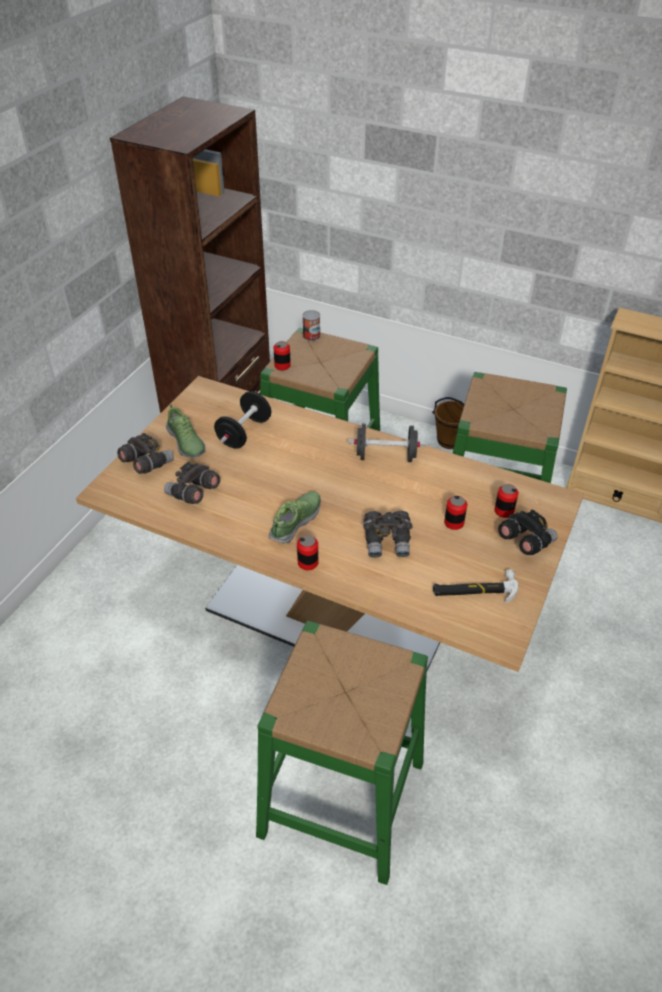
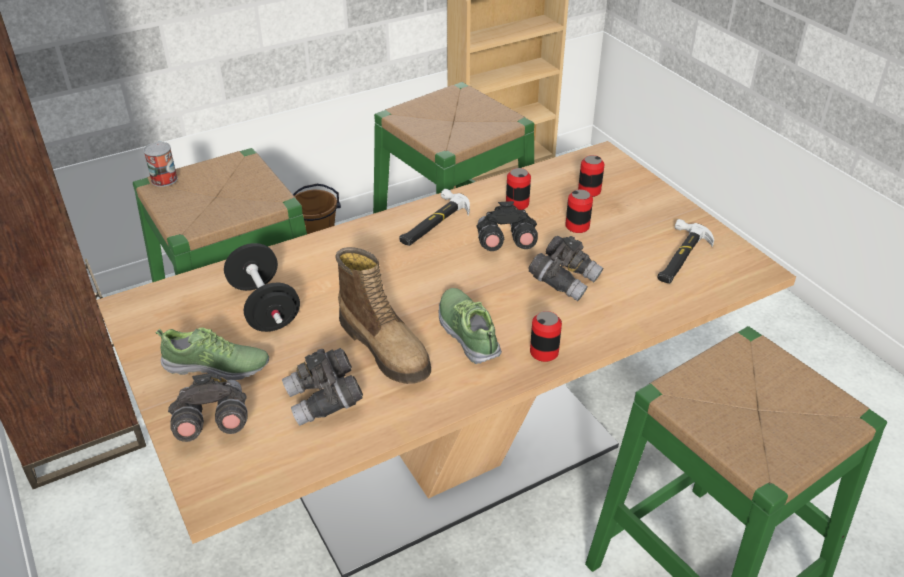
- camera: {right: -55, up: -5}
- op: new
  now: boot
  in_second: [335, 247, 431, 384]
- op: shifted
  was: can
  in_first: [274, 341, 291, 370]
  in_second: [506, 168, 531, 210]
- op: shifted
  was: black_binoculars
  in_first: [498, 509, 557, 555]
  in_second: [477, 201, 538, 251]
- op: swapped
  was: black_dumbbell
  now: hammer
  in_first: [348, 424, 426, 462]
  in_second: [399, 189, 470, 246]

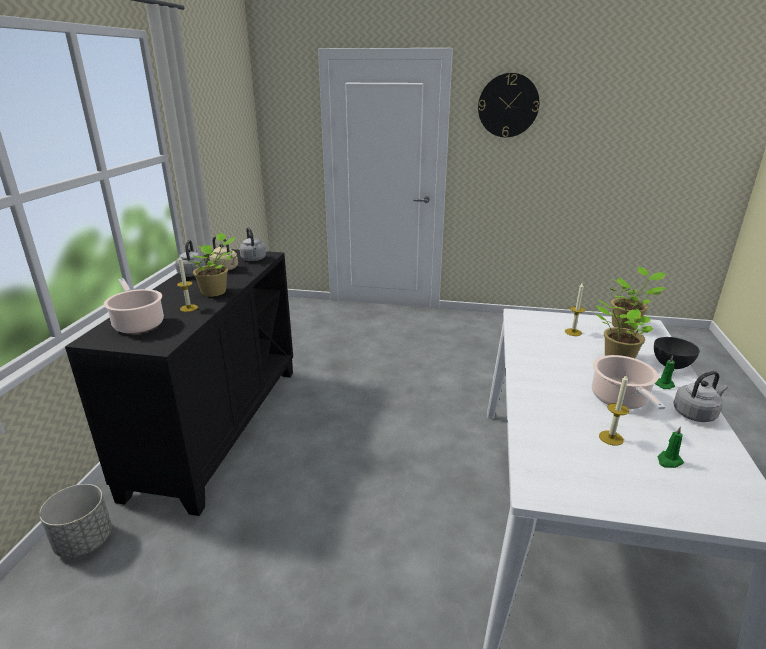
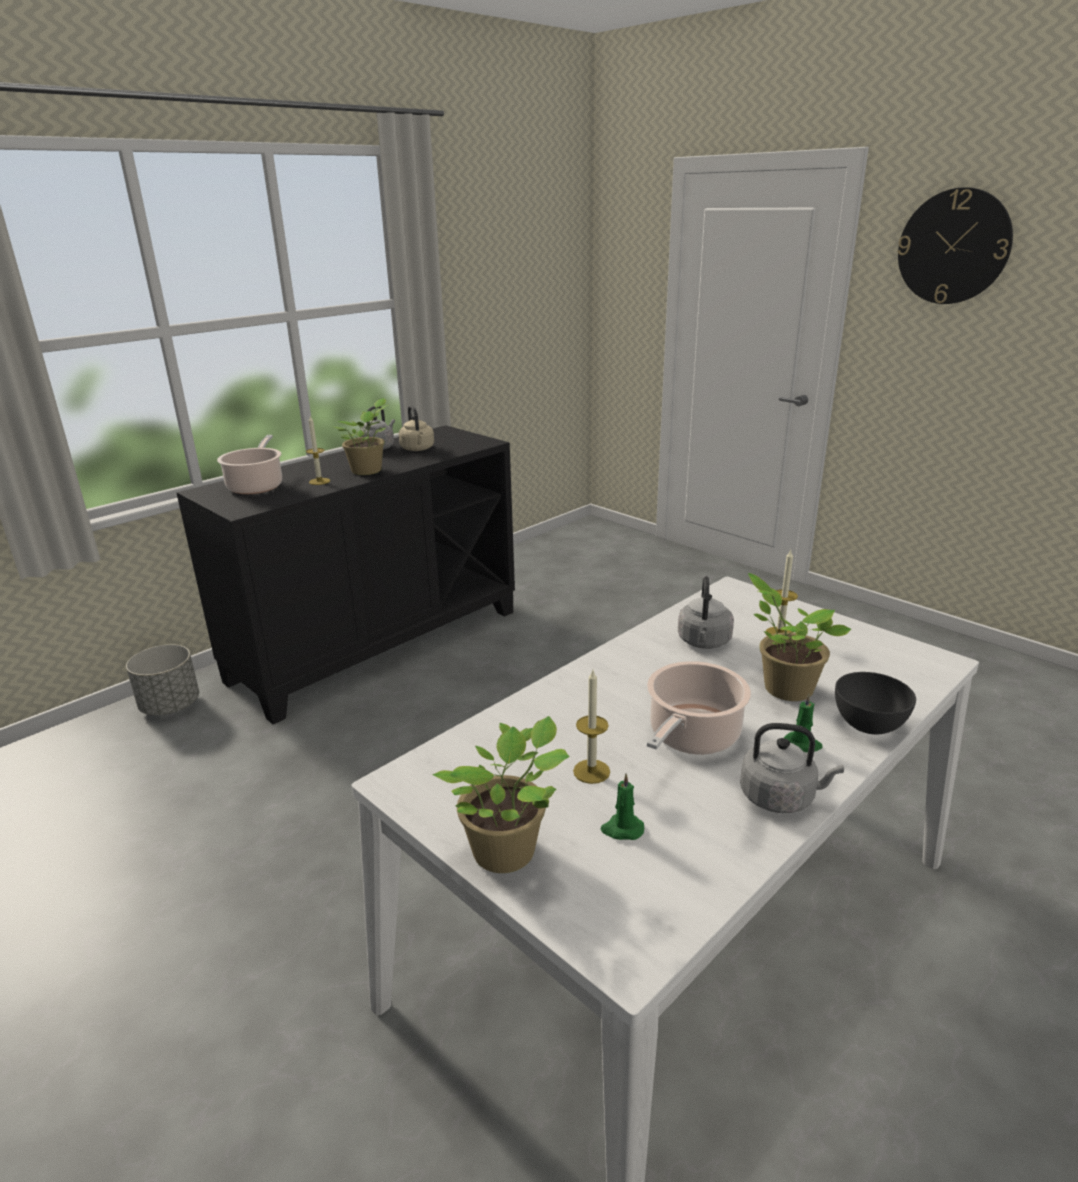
- camera: {right: 35, up: 0}
- op: shifted
  was: grey_kettle
  in_first: [239, 227, 266, 261]
  in_second: [678, 576, 734, 649]
- op: shifted
  was: potted_plant
  in_first: [611, 267, 666, 330]
  in_second: [433, 716, 569, 873]

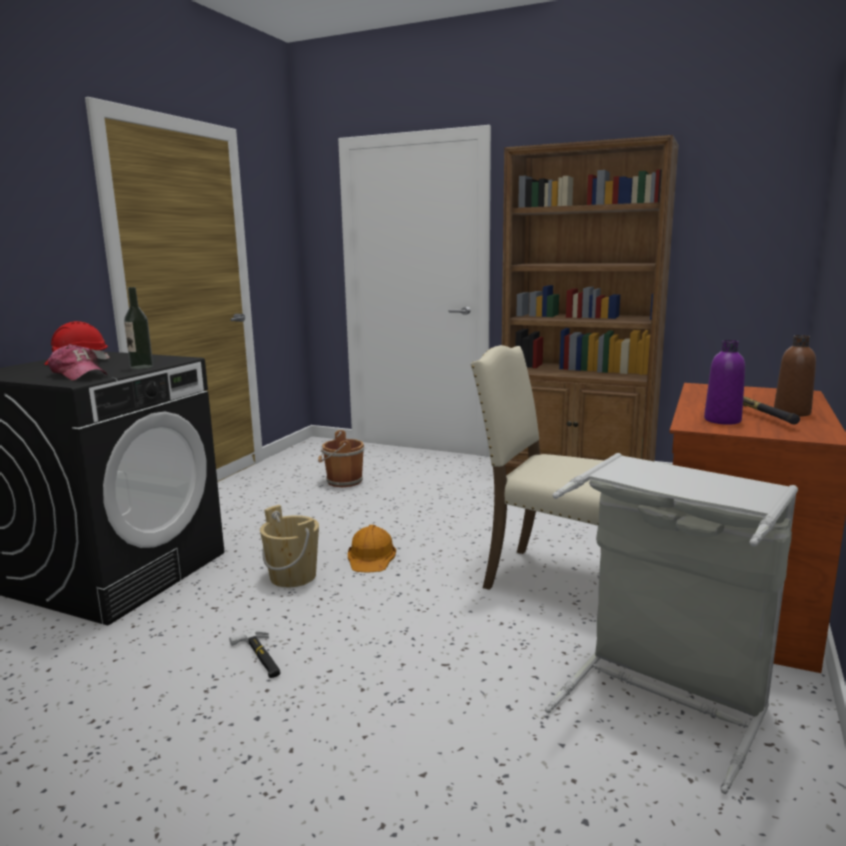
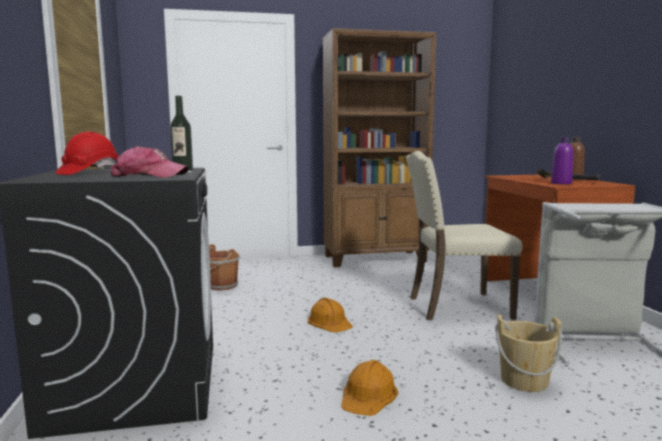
- camera: {right: -35, up: -5}
- op: shifted
  was: beige_bucket
  in_first: [260, 505, 319, 587]
  in_second: [495, 314, 562, 392]
- op: swapped
  was: hammer
  now: orange_hard_hat
  in_first: [230, 629, 280, 678]
  in_second: [341, 360, 398, 416]

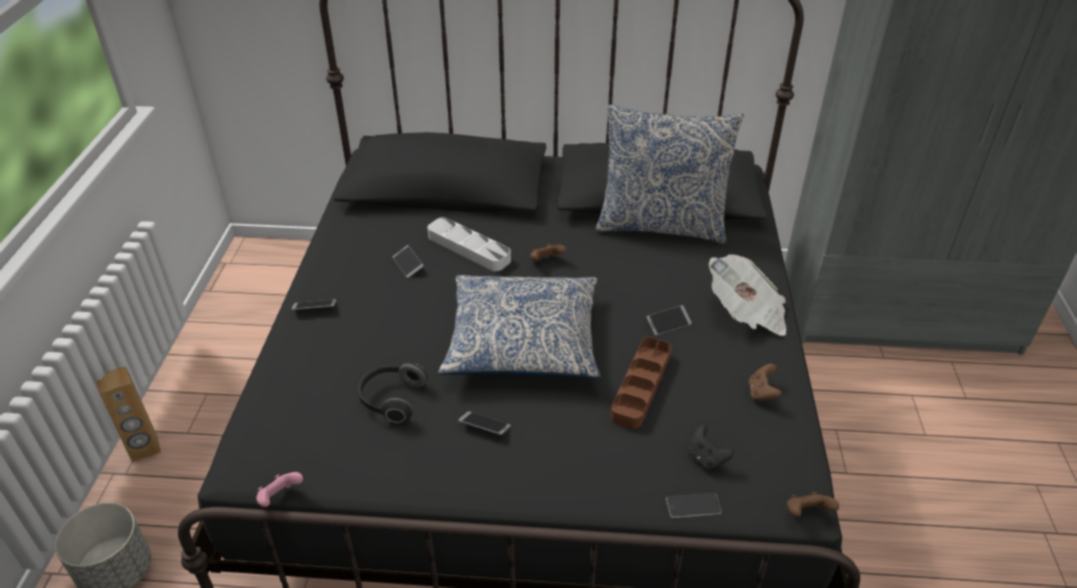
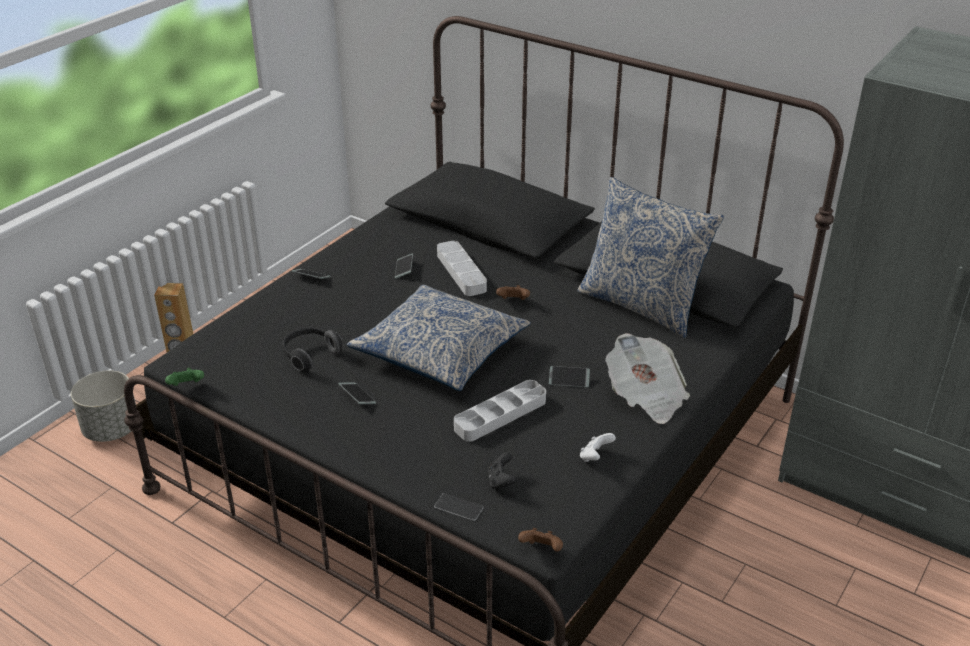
- camera: {right: 30, up: -5}
- op: repainted
  was: pink_game_controller
  now: green_game_controller
  in_first: [256, 472, 303, 507]
  in_second: [165, 368, 204, 386]
- op: repainted
  was: brown_tray
  now: grey_tray
  in_first: [611, 337, 671, 429]
  in_second: [454, 380, 546, 442]
- op: repainted
  was: brown_game_controller
  now: white_game_controller
  in_first: [749, 364, 782, 402]
  in_second: [580, 433, 616, 462]

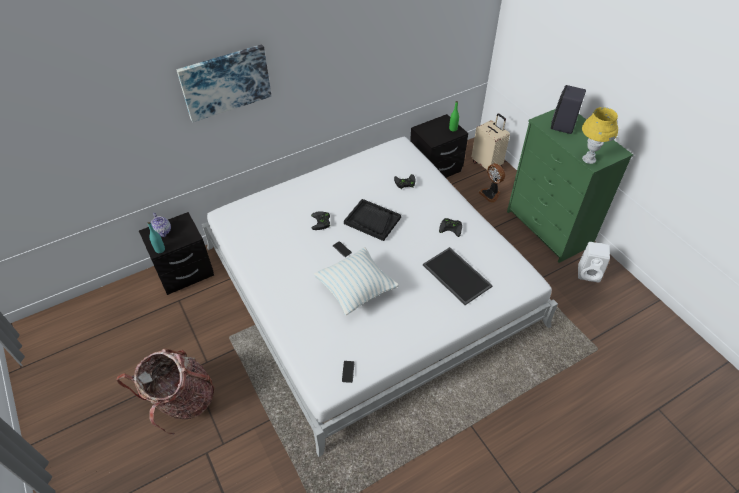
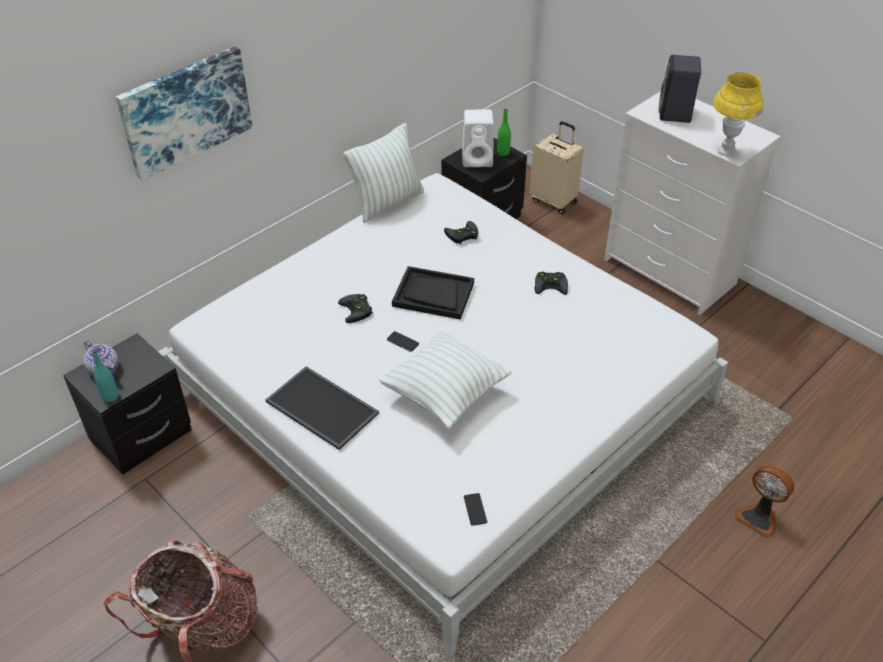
- camera: {right: -15, up: -5}
- op: new
  now: pillow
  in_second: [344, 123, 424, 223]
- op: shifted
  was: tray
  in_first: [423, 247, 493, 305]
  in_second: [265, 366, 379, 450]
- op: shifted
  was: fan
  in_first: [478, 163, 505, 203]
  in_second: [734, 464, 794, 538]
- op: shifted
  was: white_speaker
  in_first: [578, 242, 610, 283]
  in_second: [462, 110, 494, 167]
- op: repainted
  was: green_dresser
  now: white_dresser
  in_first: [507, 109, 633, 263]
  in_second: [604, 91, 781, 315]

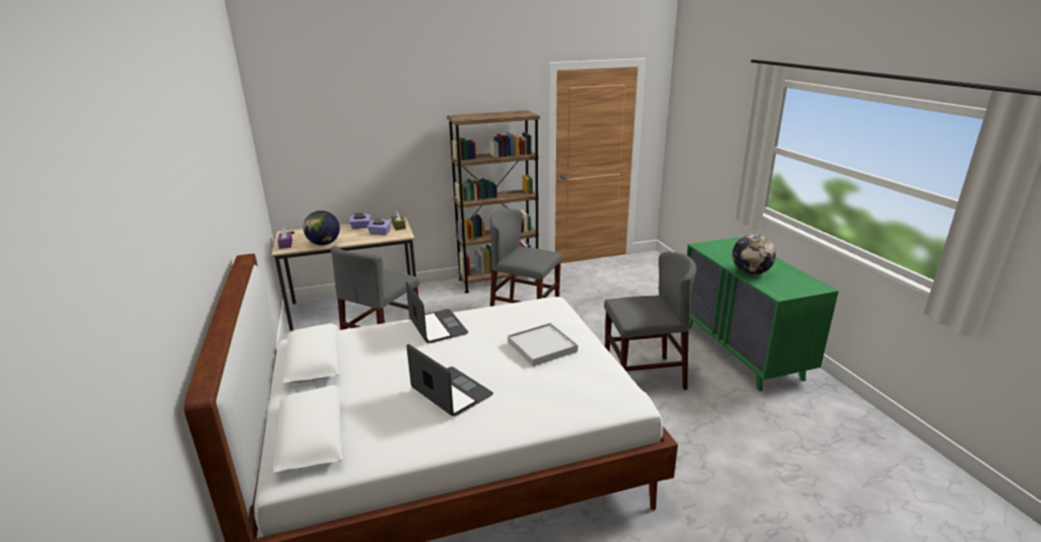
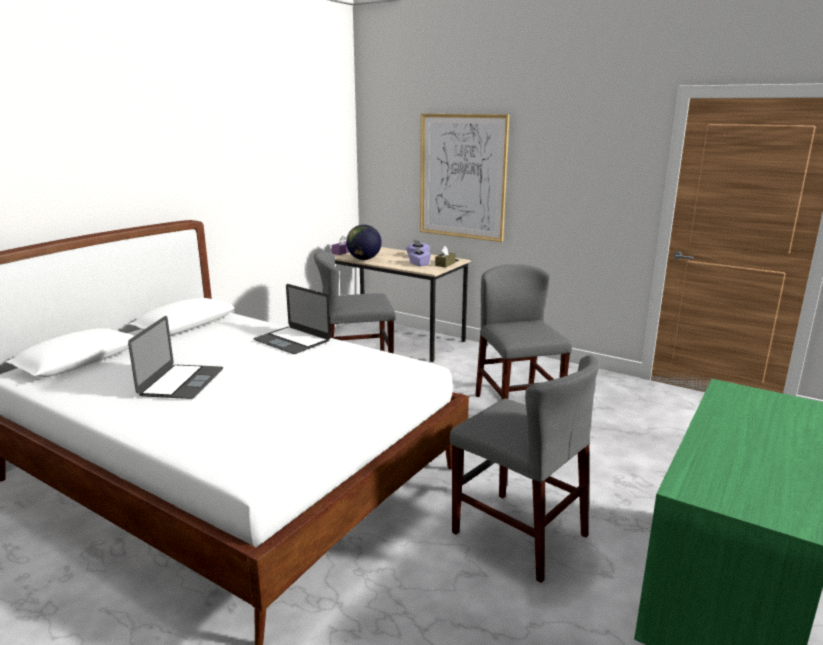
- camera: {right: 50, up: -5}
- op: gone
  was: brown_bookcase
  in_first: [447, 110, 540, 293]
- op: gone
  was: white_tray
  in_first: [508, 323, 578, 366]
- op: gone
  was: globe
  in_first: [732, 234, 776, 275]
- op: new
  now: picture
  in_second: [420, 114, 509, 242]
- op: rotated
  was: laptop
  in_first: [406, 281, 468, 343]
  in_second: [253, 284, 331, 354]
  clockwise: 105

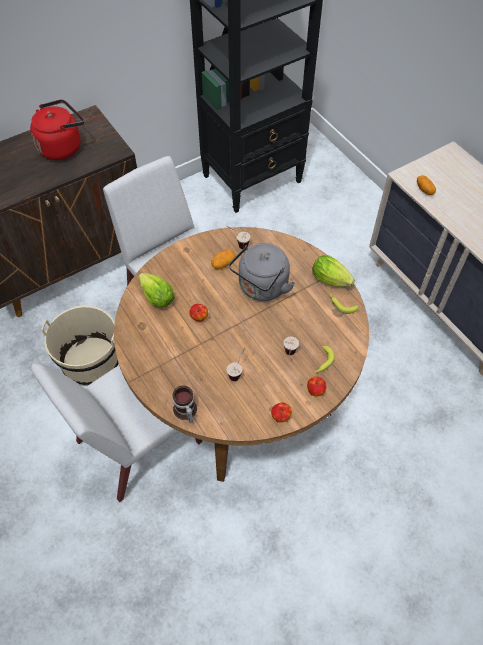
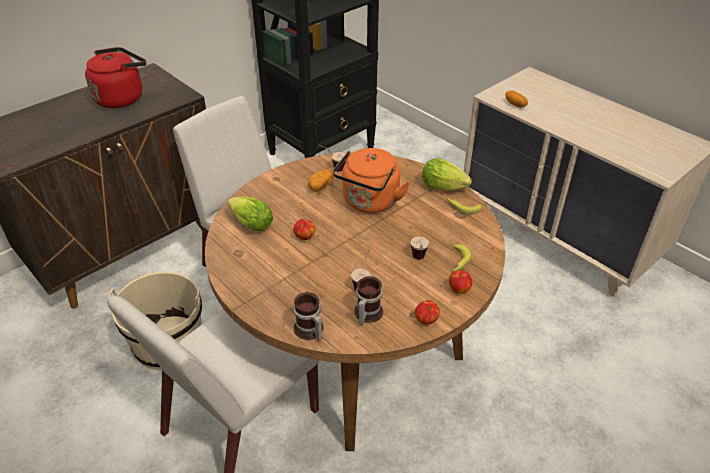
- camera: {right: -10, up: -15}
- op: new
  now: mug
  in_second: [354, 276, 383, 325]
- op: repainted
  was: grey_kettle
  now: orange_kettle
  in_first: [229, 243, 295, 301]
  in_second: [333, 148, 410, 213]

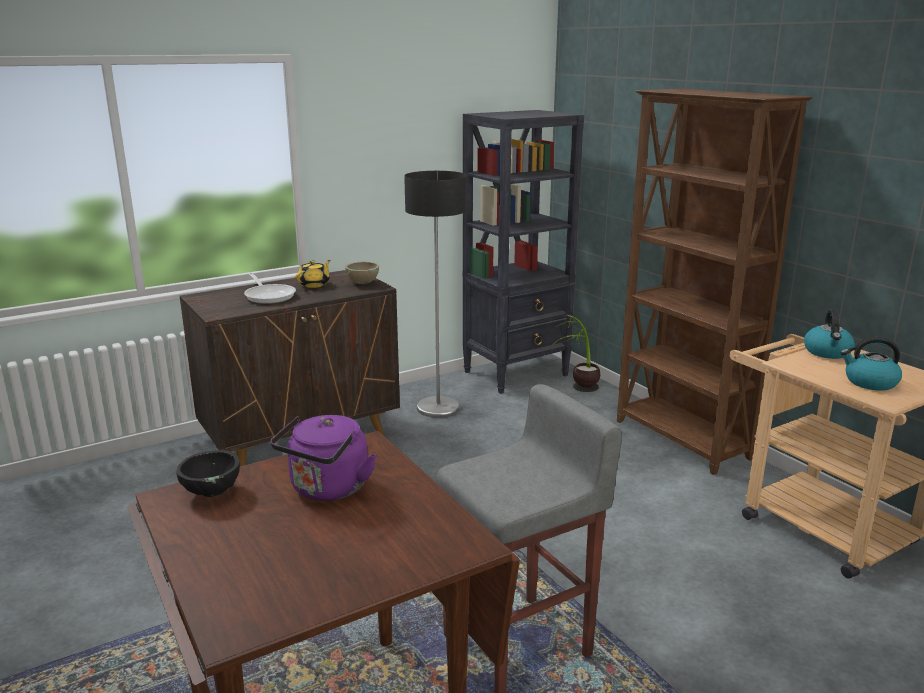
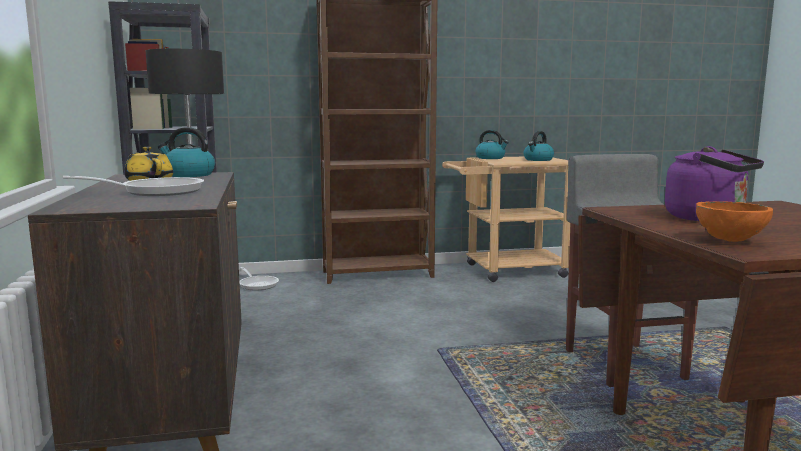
- camera: {right: -70, up: -10}
- op: swapped
  was: beige_bowl
  now: kettle
  in_first: [345, 261, 379, 284]
  in_second: [158, 127, 215, 177]
- op: swapped
  was: potted_plant
  now: frying_pan
  in_first: [553, 314, 600, 392]
  in_second: [239, 267, 279, 290]
- op: repainted
  was: black_bowl
  now: orange_bowl
  in_first: [177, 450, 240, 497]
  in_second: [696, 201, 773, 242]

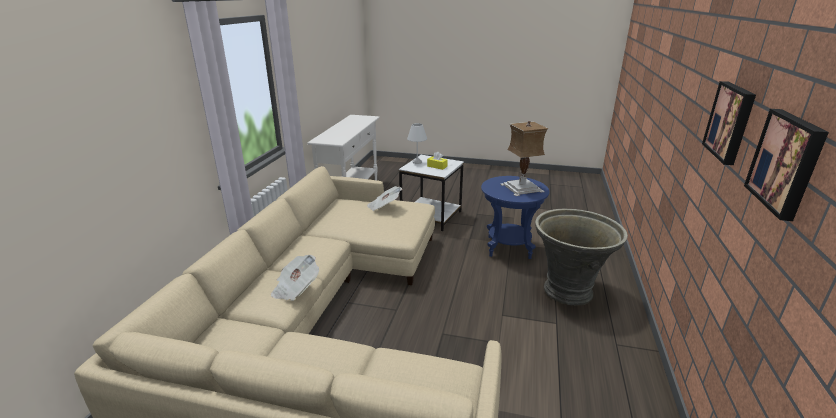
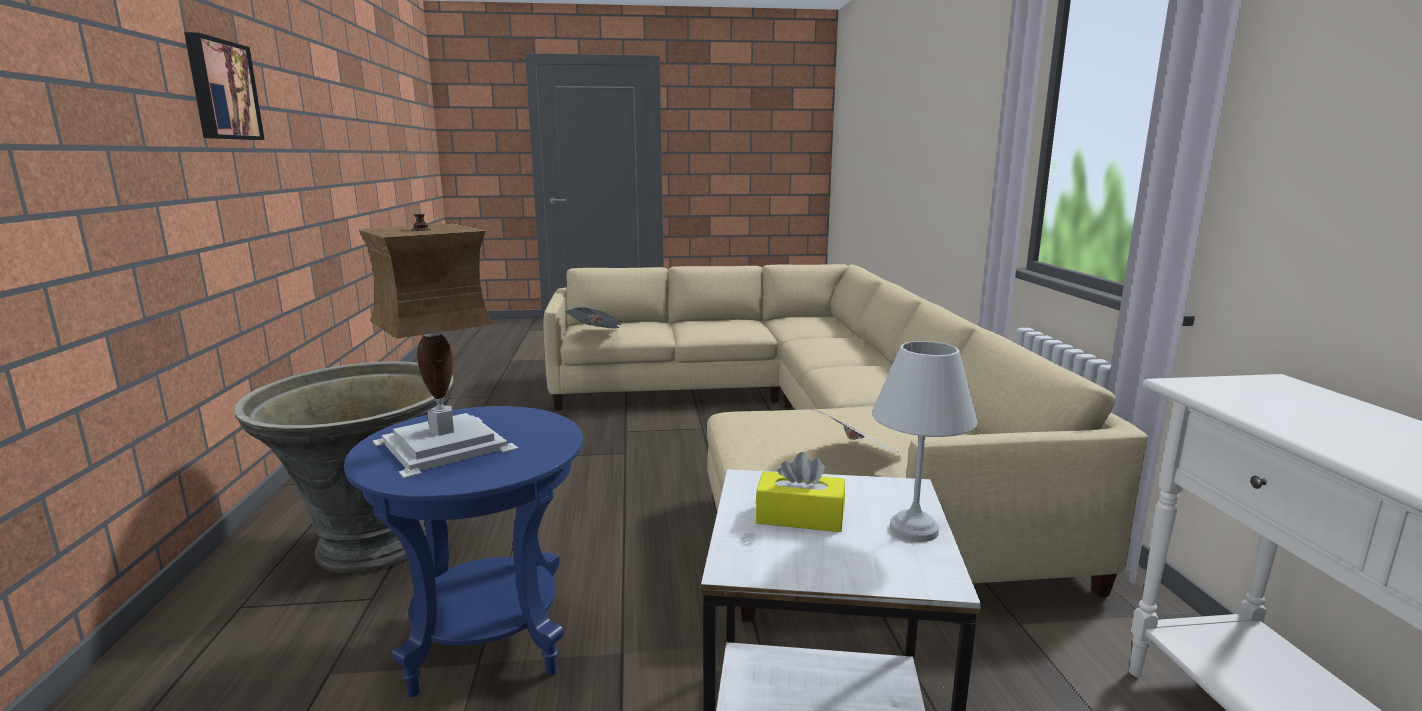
- camera: {right: 160, up: -10}
- op: gone
  was: picture
  in_first: [744, 109, 829, 221]
- op: shifted
  was: newspaper
  in_first: [271, 255, 319, 301]
  in_second: [565, 307, 621, 328]

